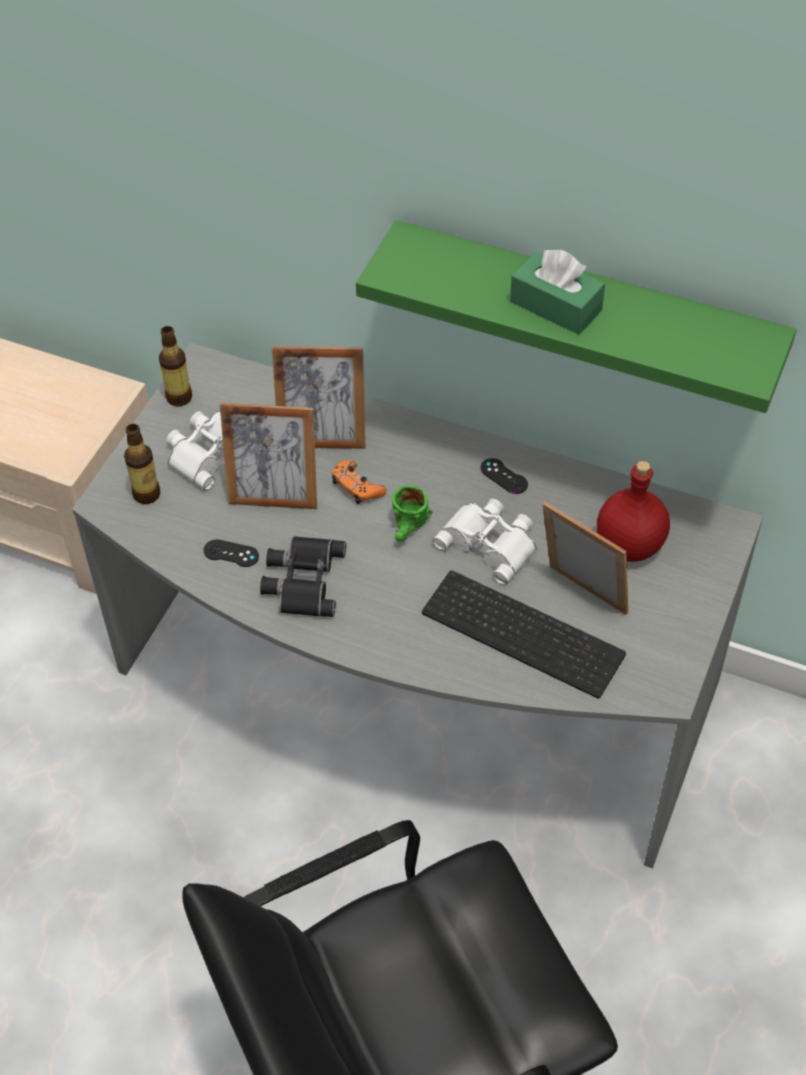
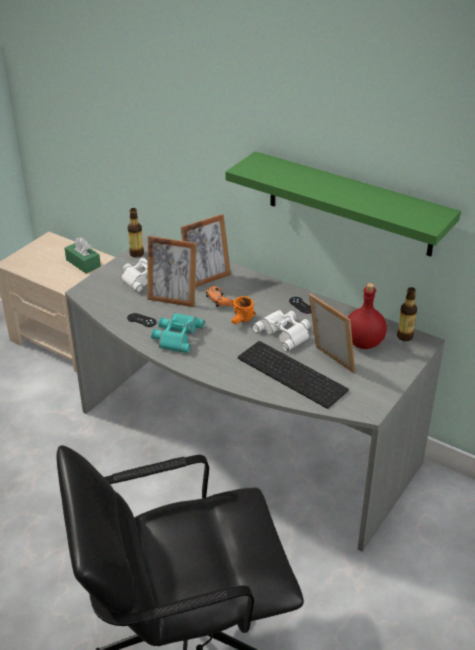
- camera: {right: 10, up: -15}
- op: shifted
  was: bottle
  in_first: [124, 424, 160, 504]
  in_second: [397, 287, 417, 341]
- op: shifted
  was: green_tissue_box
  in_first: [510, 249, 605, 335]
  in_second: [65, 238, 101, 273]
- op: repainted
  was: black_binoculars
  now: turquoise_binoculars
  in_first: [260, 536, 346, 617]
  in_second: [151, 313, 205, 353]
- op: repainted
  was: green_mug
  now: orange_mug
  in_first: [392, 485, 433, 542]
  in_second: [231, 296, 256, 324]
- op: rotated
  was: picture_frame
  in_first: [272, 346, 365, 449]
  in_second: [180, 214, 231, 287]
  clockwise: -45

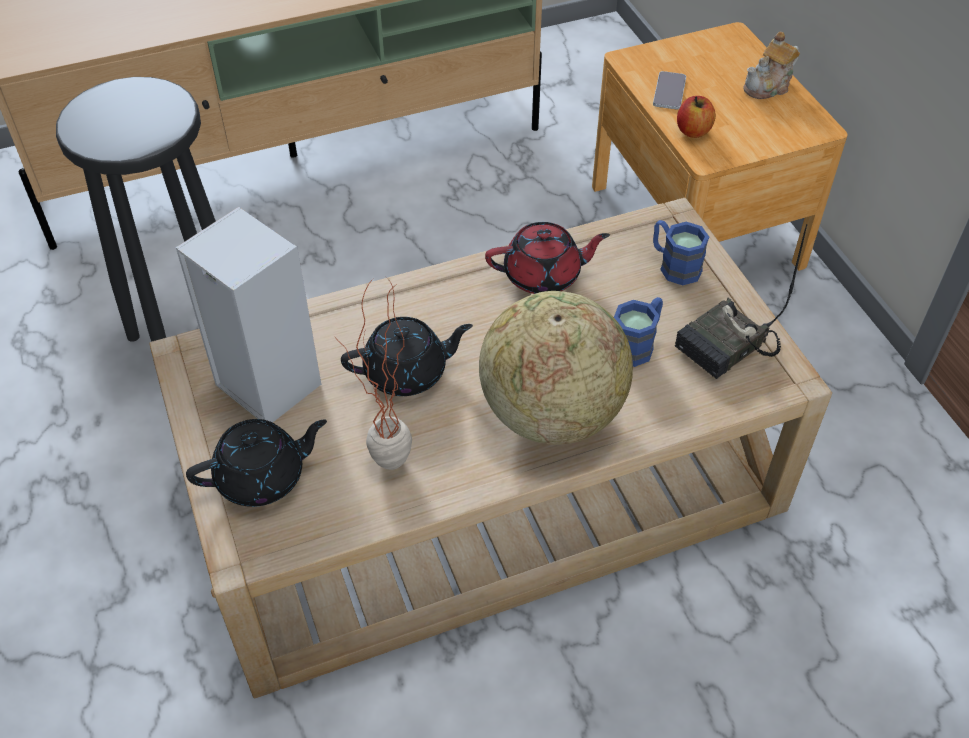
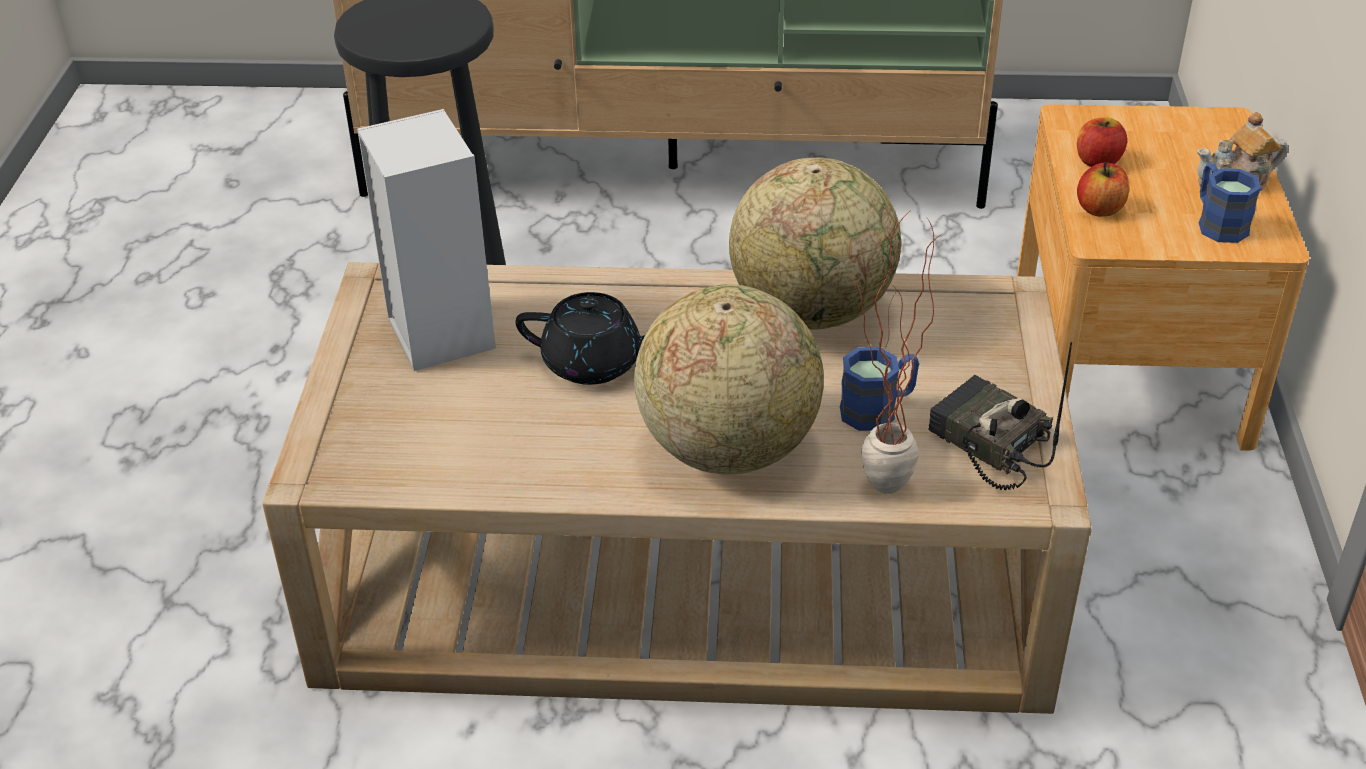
- camera: {right: 25, up: -10}
- op: gone
  was: black_teapot
  in_first: [186, 419, 327, 507]
- op: shifted
  was: potted_plant
  in_first: [337, 277, 412, 470]
  in_second: [851, 211, 940, 494]
- op: shifted
  was: blue_mug
  in_first: [653, 220, 709, 285]
  in_second: [1199, 163, 1261, 243]
- op: swapped
  was: red_teapot
  now: globe
  in_first: [485, 222, 610, 294]
  in_second: [729, 157, 901, 330]
- op: swapped
  was: phone
  now: apple
  in_first: [653, 71, 686, 109]
  in_second: [1077, 117, 1127, 167]
- op: rotated
  was: radio
  in_first: [675, 224, 808, 379]
  in_second: [928, 342, 1072, 490]
  clockwise: 60

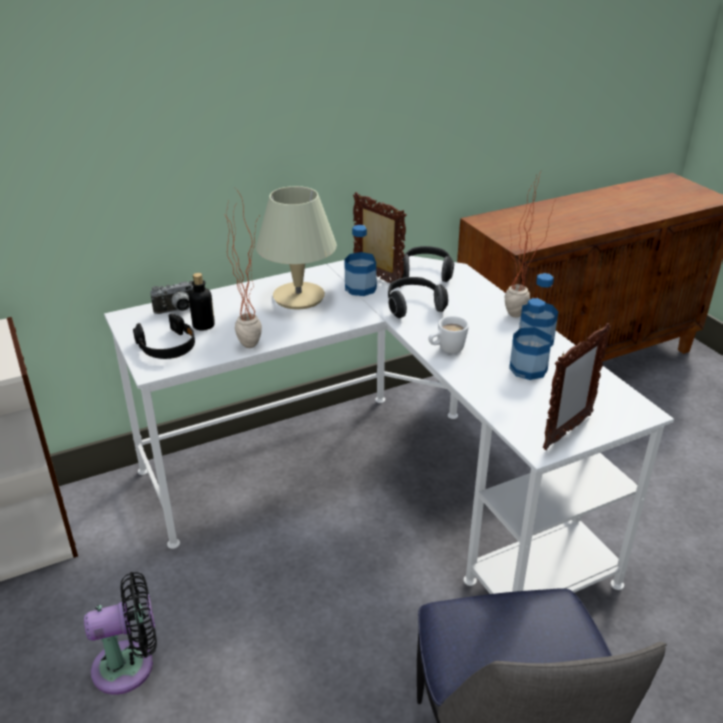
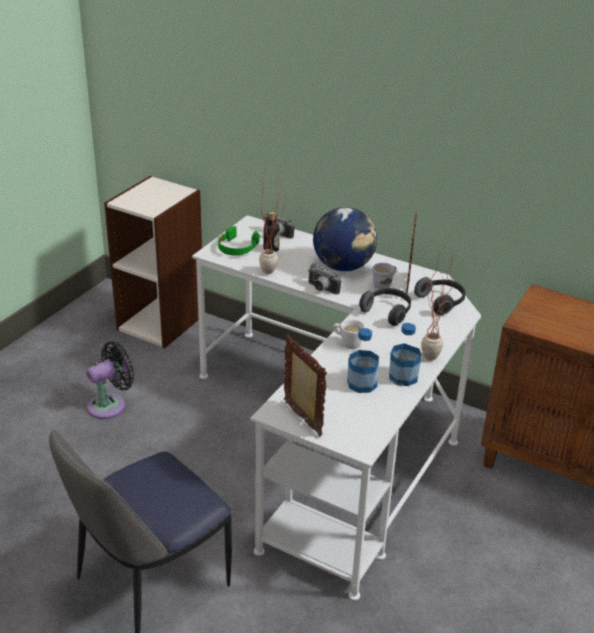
- camera: {right: 55, up: 0}
- op: new
  now: photo_camera
  in_second: [309, 263, 341, 295]
- op: swapped
  was: beige_table_lamp
  now: globe
  in_first: [256, 186, 337, 309]
  in_second: [313, 207, 377, 271]
- op: swapped
  was: bottle
  now: white_mug
  in_first: [344, 225, 377, 296]
  in_second: [373, 263, 397, 289]
- op: repainted
  was: black_headphones
  now: green_headphones
  in_first: [133, 314, 195, 359]
  in_second: [218, 226, 260, 255]
- op: rotated
  was: black_fan
  in_first: [84, 572, 157, 695]
  in_second: [86, 342, 134, 419]
  clockwise: -75
- op: rotated
  was: picture_frame
  in_first: [543, 323, 611, 450]
  in_second: [284, 334, 327, 437]
  clockwise: -135

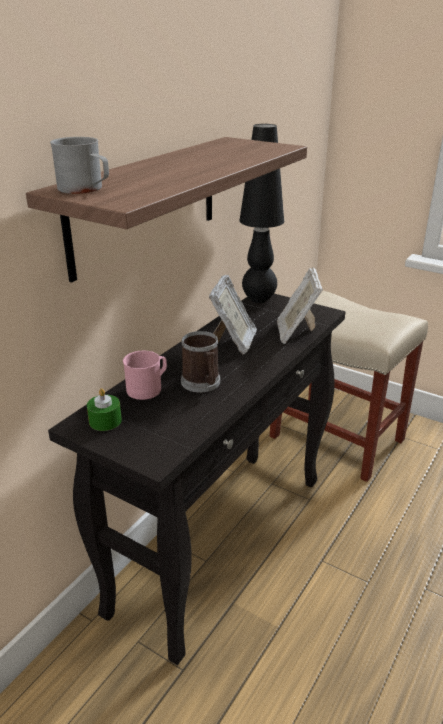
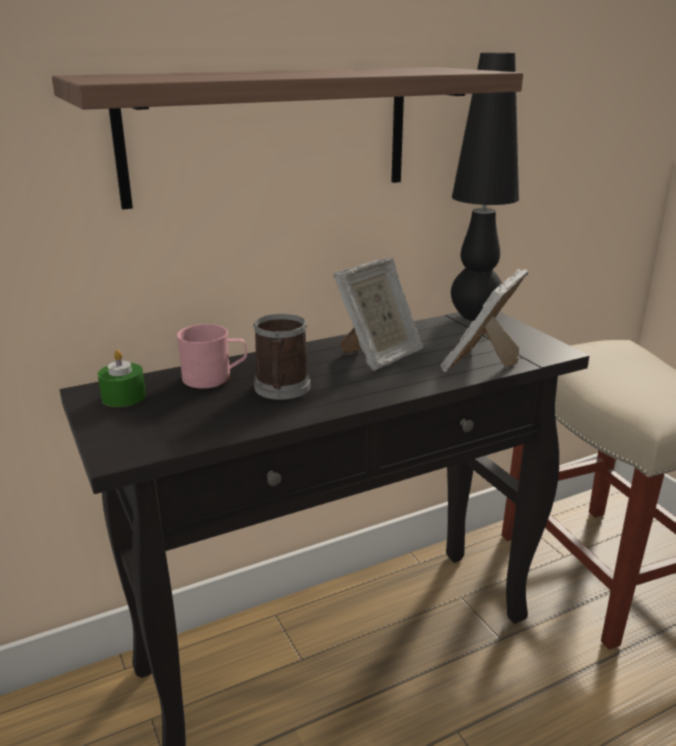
- camera: {right: 30, up: -5}
- op: gone
  was: grey_mug
  in_first: [50, 137, 109, 194]

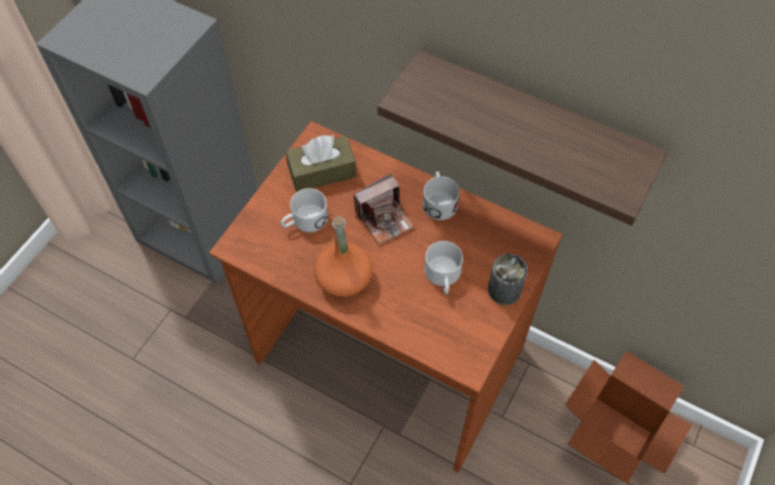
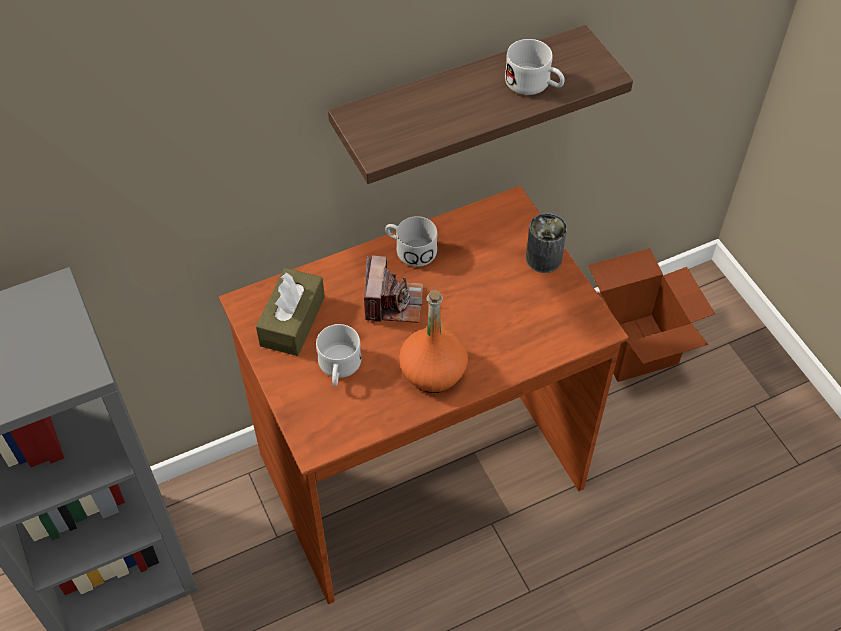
- camera: {right: -55, up: -5}
- op: shifted
  was: white_mug
  in_first: [424, 241, 463, 295]
  in_second: [505, 39, 565, 95]

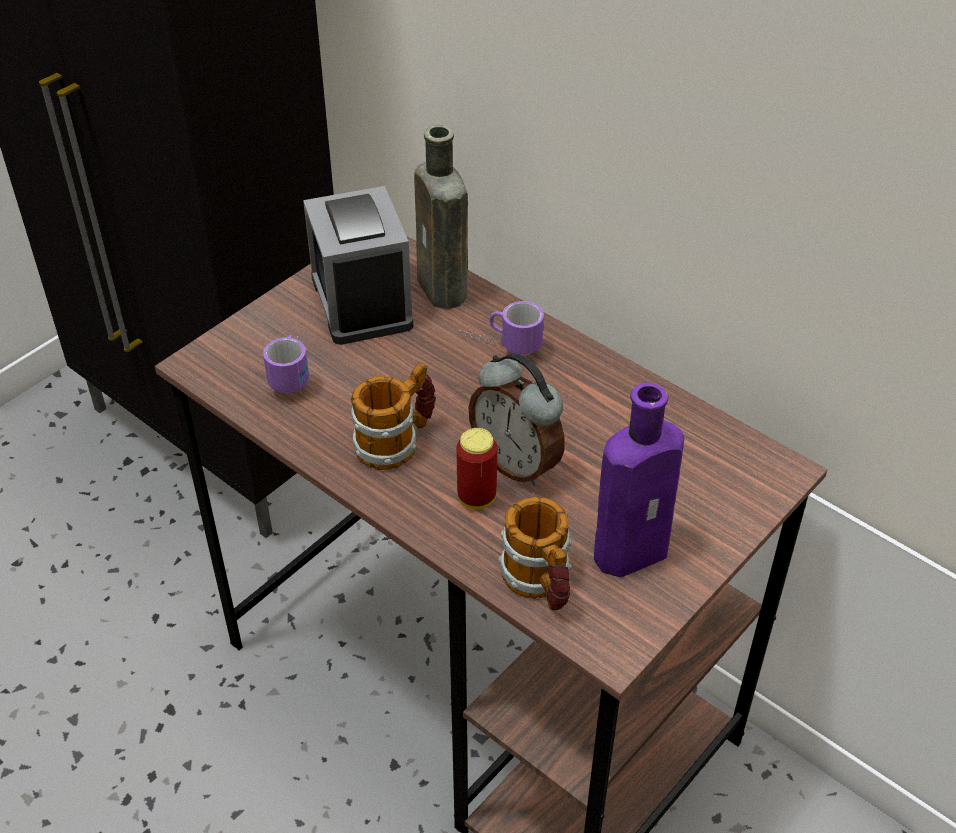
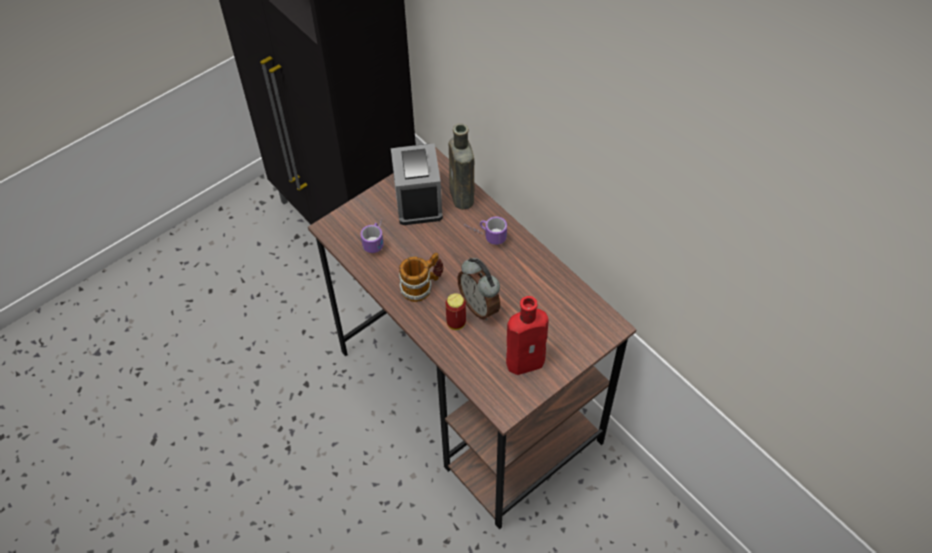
- camera: {right: 10, up: 10}
- op: gone
  was: mug
  in_first: [498, 496, 572, 610]
- op: repainted
  was: purple_bottle
  now: red_bottle
  in_first: [594, 383, 684, 577]
  in_second: [506, 296, 549, 375]

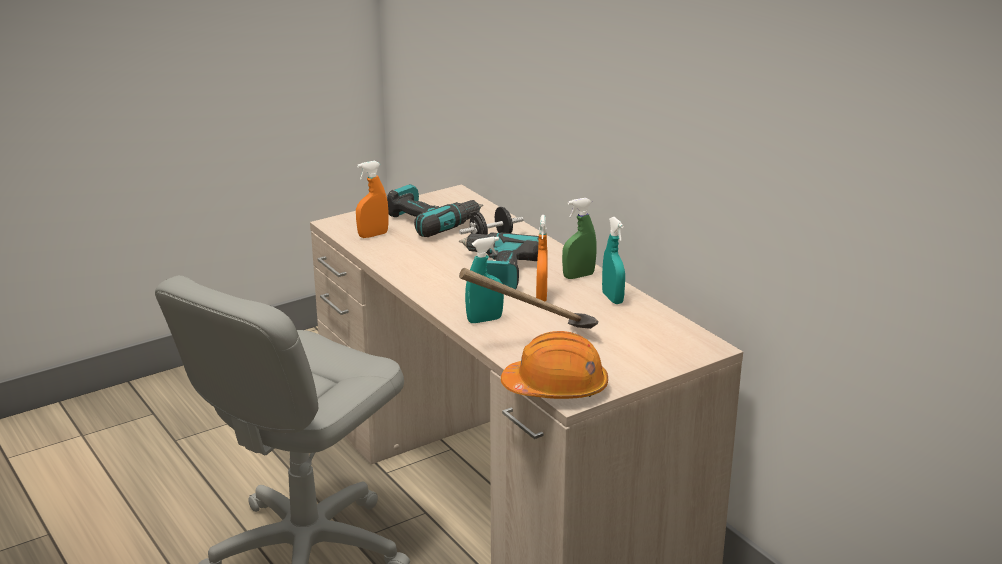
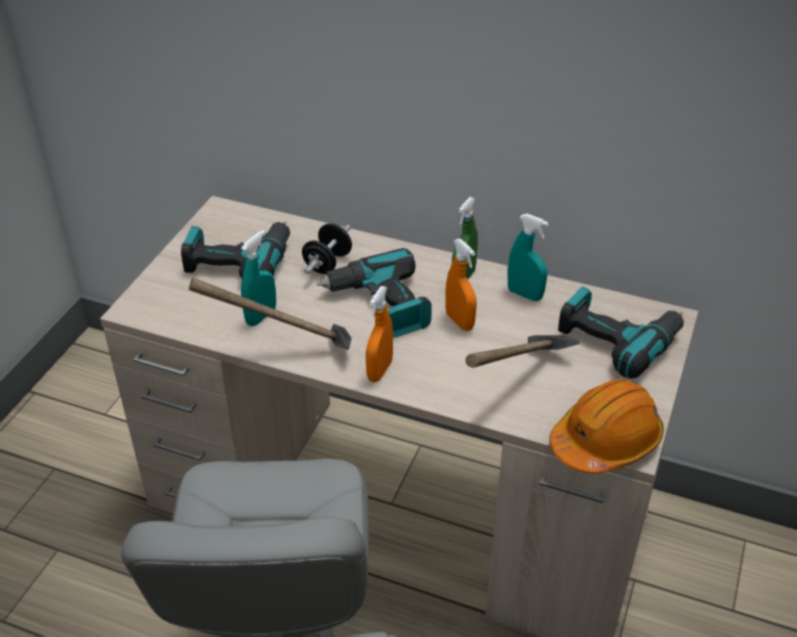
- camera: {right: -35, up: 15}
- op: new
  now: hammer
  in_second: [189, 278, 351, 350]
- op: new
  now: power_drill
  in_second: [558, 286, 684, 379]
- op: shifted
  was: orange_spray_bottle
  in_first: [356, 161, 388, 238]
  in_second: [366, 286, 393, 382]
- op: shifted
  was: turquoise_spray_bottle
  in_first: [465, 236, 504, 323]
  in_second: [241, 230, 276, 326]

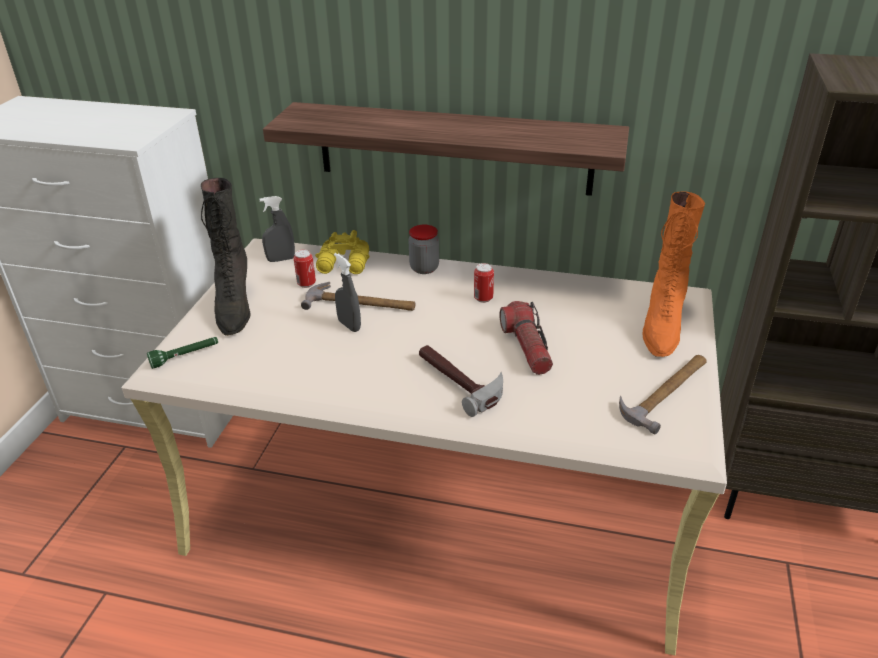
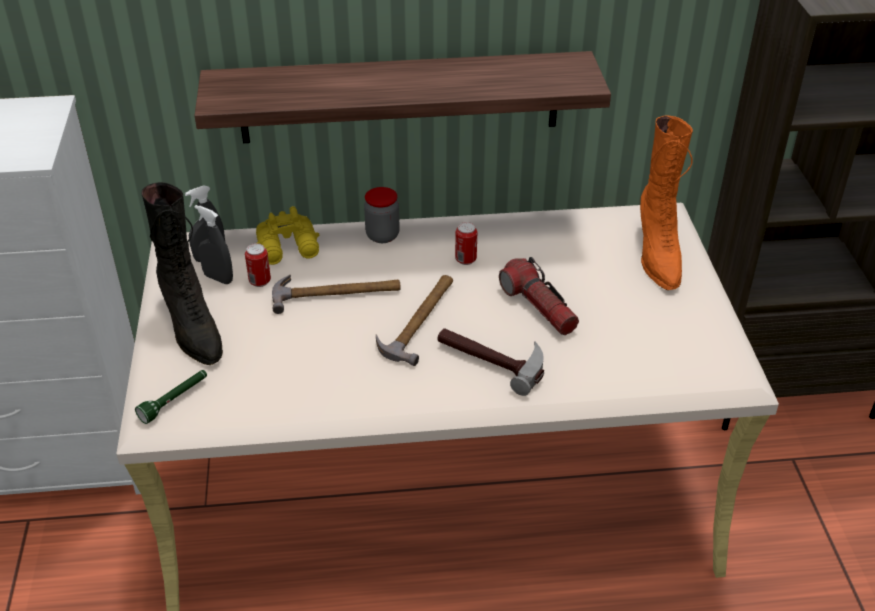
- camera: {right: -20, up: 5}
- op: shifted
  was: grey_spray_bottle
  in_first: [334, 253, 361, 332]
  in_second: [194, 205, 233, 284]
- op: shifted
  was: hammer
  in_first: [619, 355, 707, 434]
  in_second: [376, 275, 453, 366]

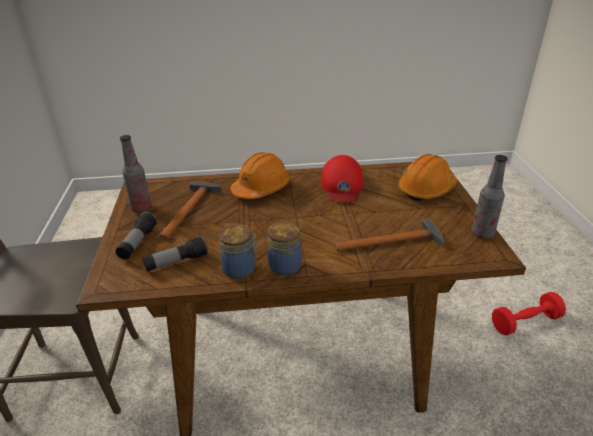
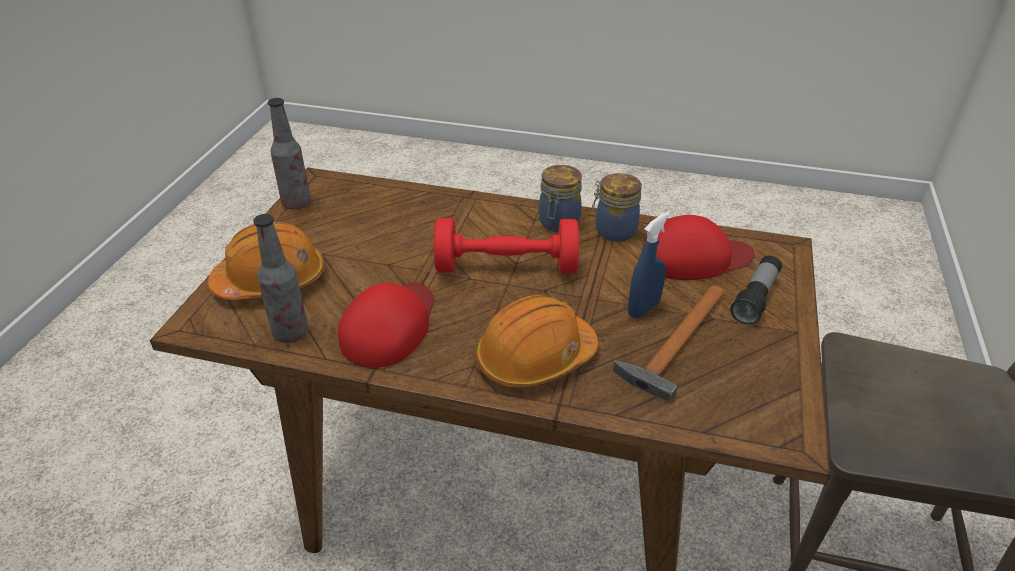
- camera: {right: -160, up: 5}
- op: gone
  was: hammer
  in_first: [335, 219, 444, 251]
- op: new
  now: blue_spray_bottle
  in_second: [628, 211, 670, 318]
- op: shifted
  was: bottle
  in_first: [120, 135, 152, 212]
  in_second: [253, 214, 308, 343]
- op: shifted
  was: red_dumbbell
  in_first: [492, 292, 566, 335]
  in_second: [434, 218, 579, 274]
- op: swapped
  was: flashlight
  now: red_cap
  in_first: [142, 236, 208, 272]
  in_second: [642, 215, 754, 280]

